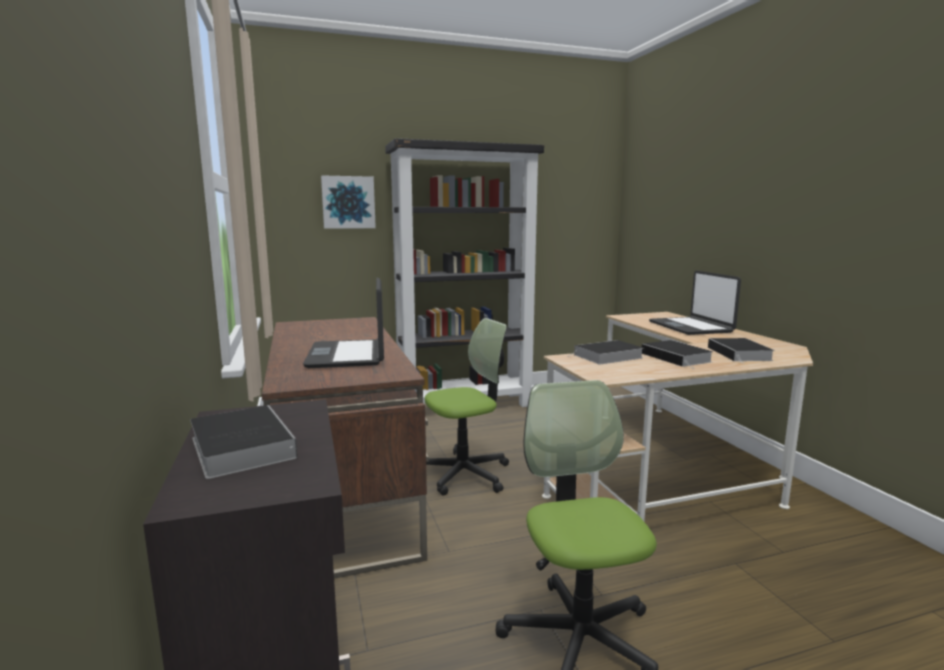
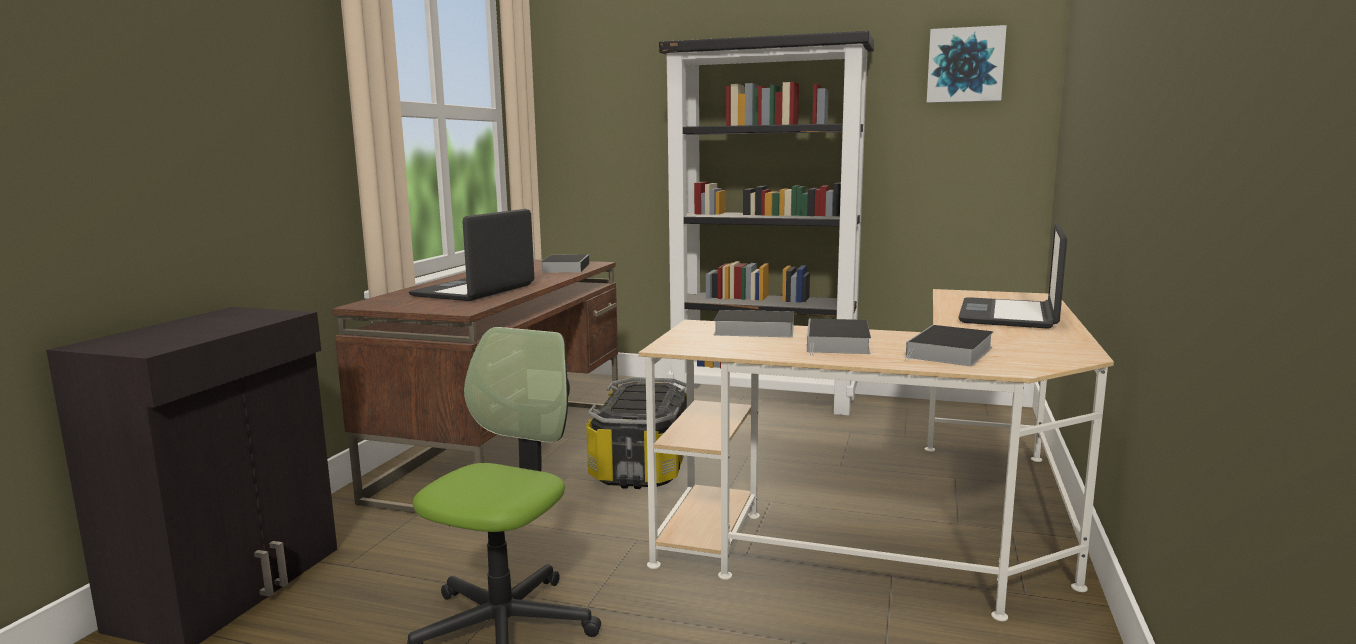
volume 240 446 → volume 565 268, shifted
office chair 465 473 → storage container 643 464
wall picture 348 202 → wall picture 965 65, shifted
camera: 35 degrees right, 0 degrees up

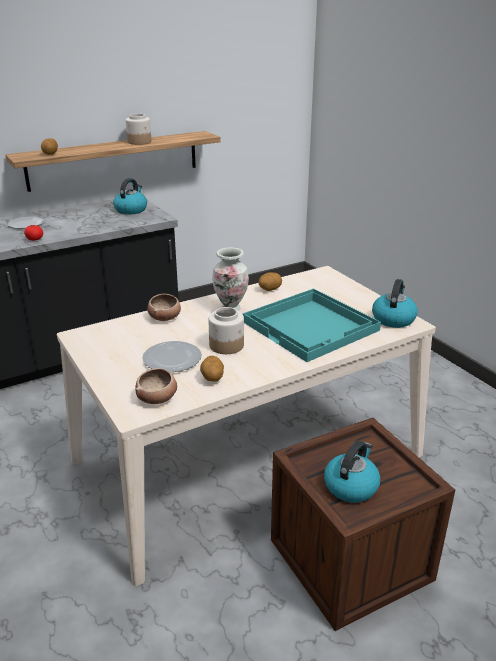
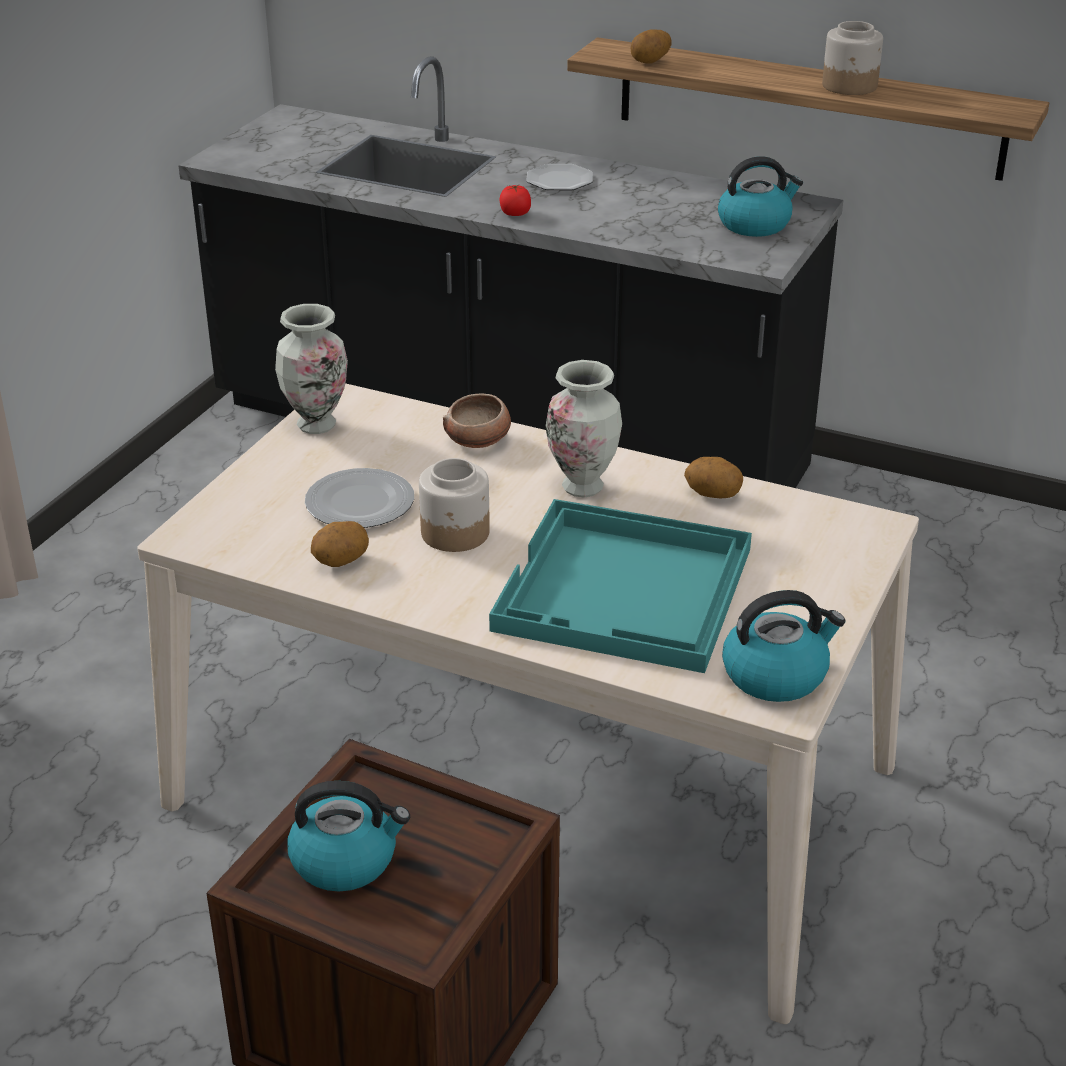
- → flower vase 316 425
deep dish 157 398 → -
camera: 55 degrees right, 5 degrees up

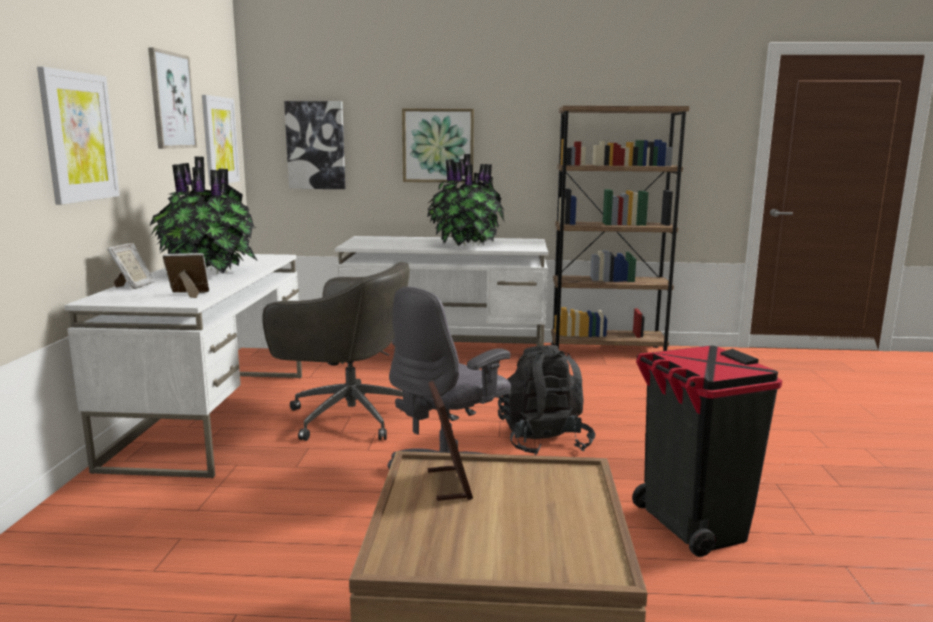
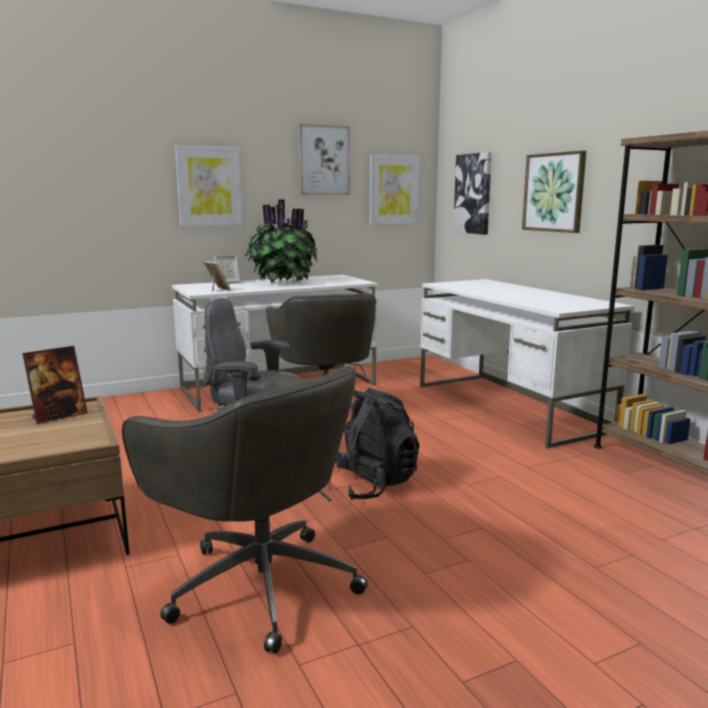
black waste bin 692 526 → gray office chair 259 583
plant in a pot 465 245 → -
camera: 60 degrees right, 0 degrees up

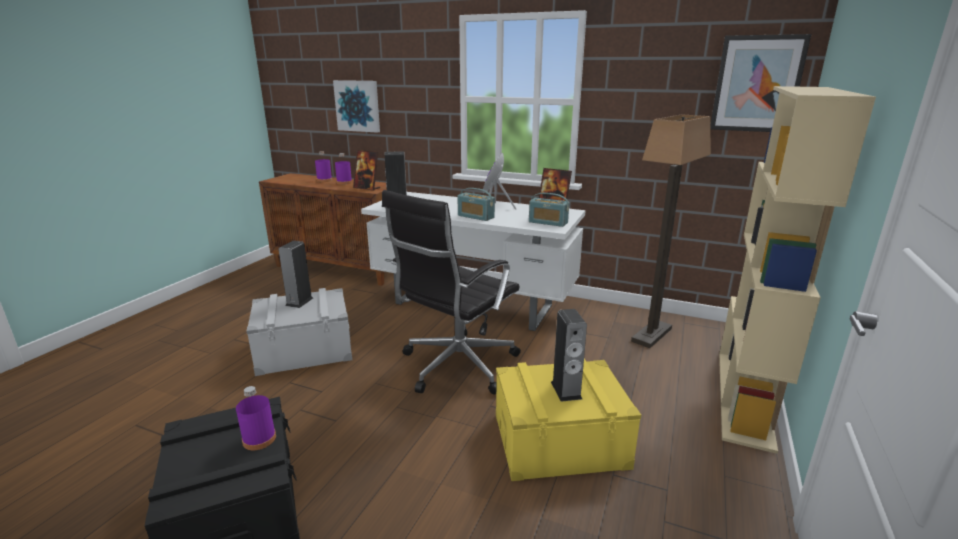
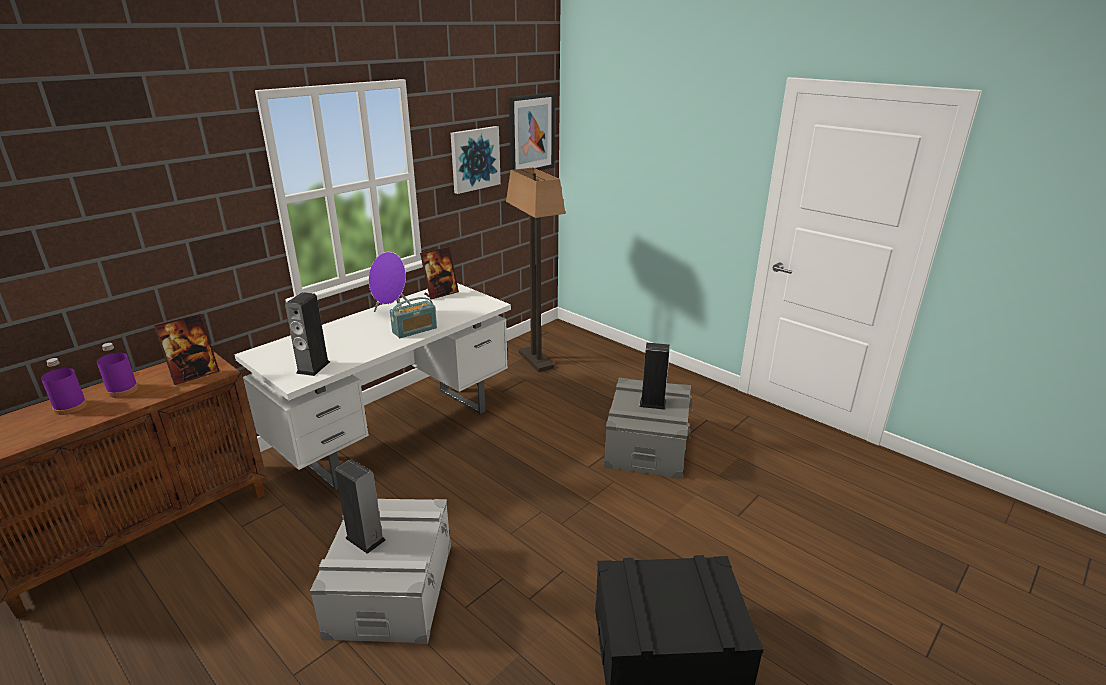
wall picture 357 106 → wall picture 474 159, shifted
yellow storage container 559 440 → gray storage container 646 445
purple-coloured beverage bottle 259 439 → -
black office chair 456 366 → -
radio 548 222 → -
beige bookcase 745 397 → -
camera: 70 degrees left, 5 degrees up

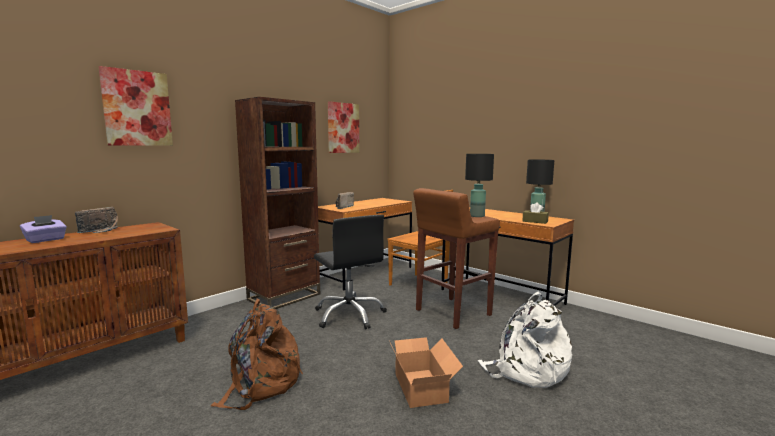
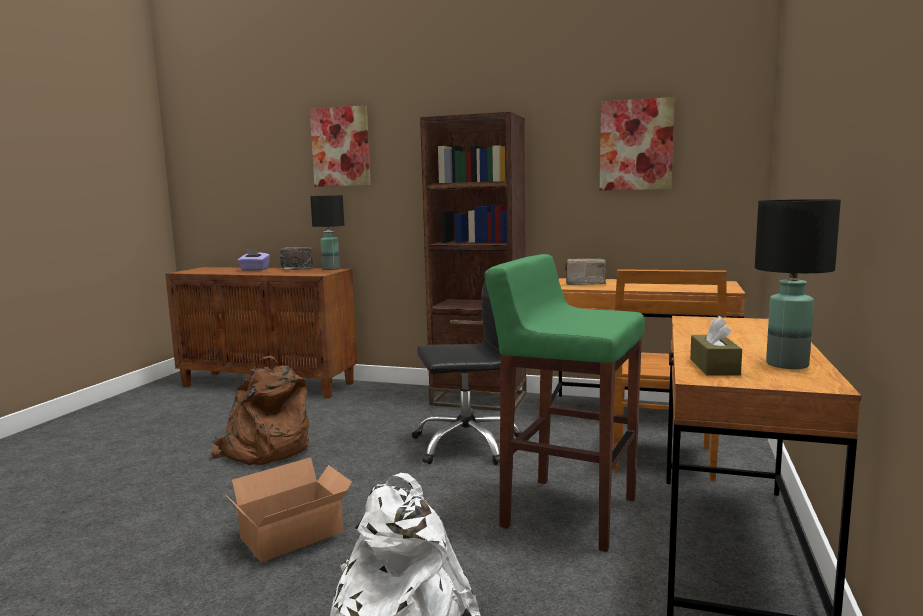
black table lamp 477 216 → black table lamp 331 269, shifted
black office chair 349 315 → black office chair 467 444, 135 degrees counterclockwise
brownish stool seat 452 313 → green-coloured stool seat 567 512
camera: 65 degrees right, 0 degrees up

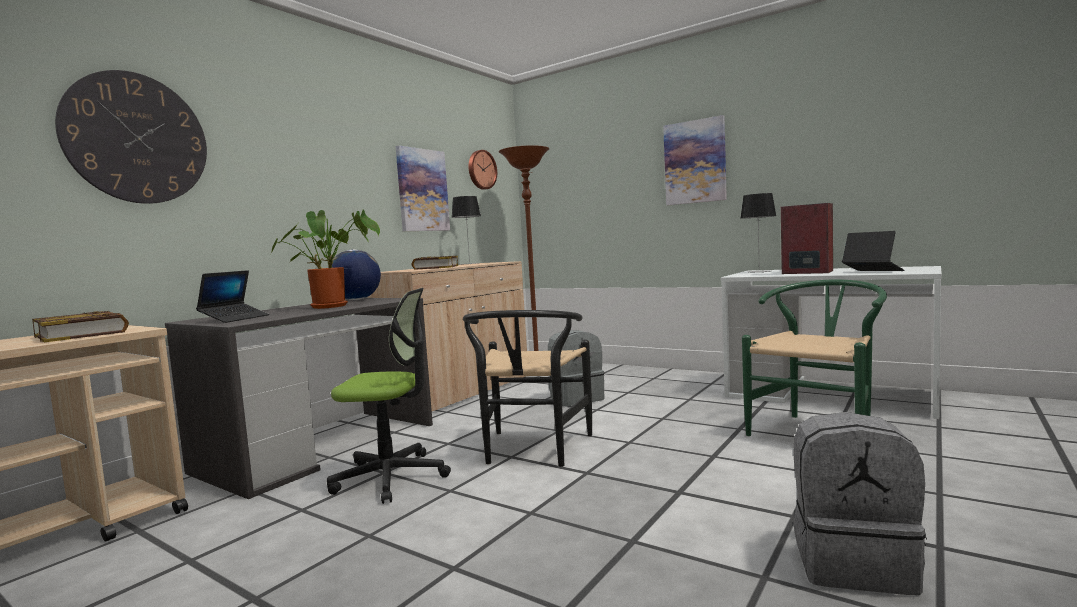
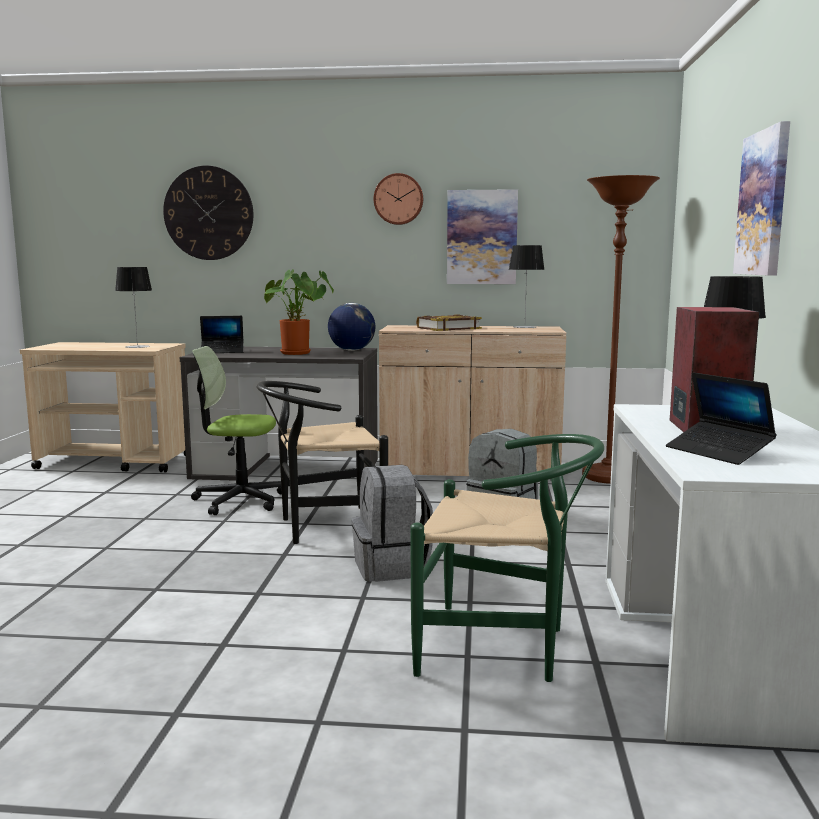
volume 82 334 → table lamp 137 347
office chair 391 477 → office chair 240 500, 120 degrees clockwise
gray knapsack 854 563 → gray knapsack 392 567, shifted
wall clock 481 170 → wall clock 398 199, shifted
notebook computer 872 271 → notebook computer 718 452, 120 degrees clockwise
camera: 60 degrees right, 5 degrees up

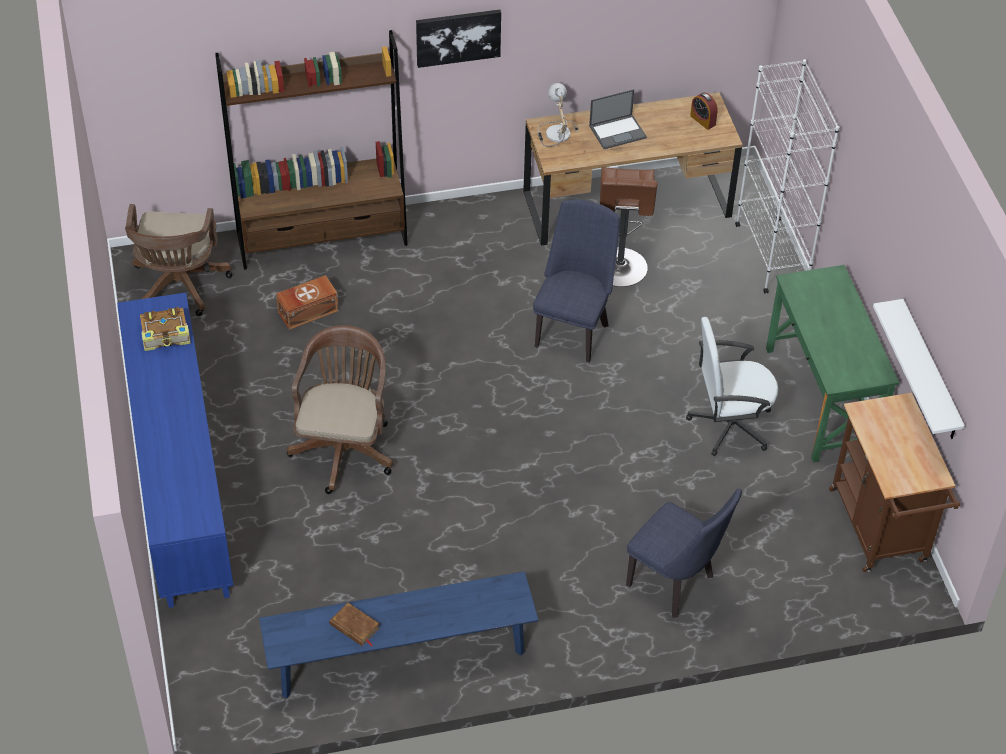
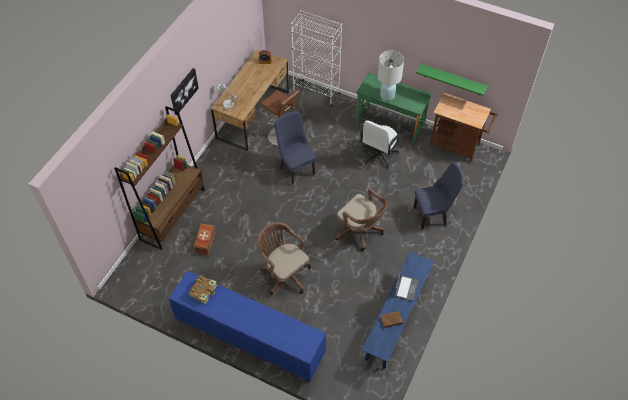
brownish office chair 179 287 → brownish office chair 360 232, shifted
- → white table lamp 387 95
notebook computer 618 131 → notebook computer 406 288, shifted
white shelf 930 372 → green-coloured shelf 452 80
camera: 50 degrees left, 5 degrees up

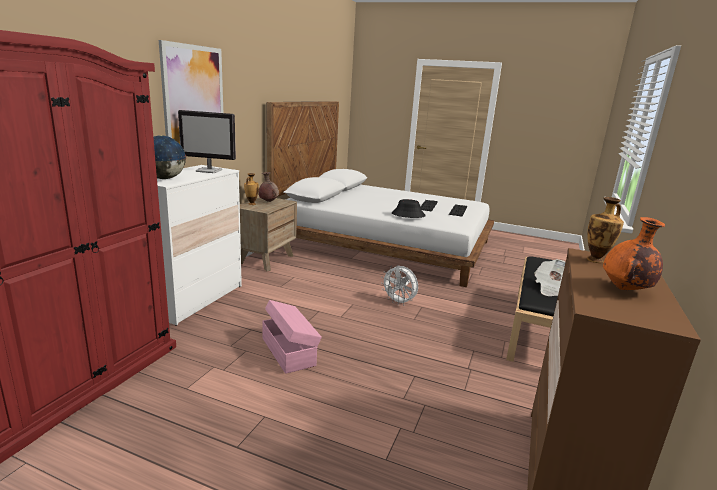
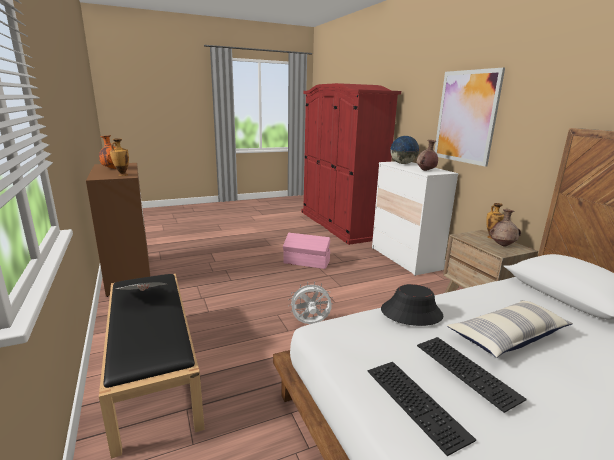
computer screen 209 171 → brownish flower vase 425 170
- → throw pillow 508 337
camera: 135 degrees right, 0 degrees up

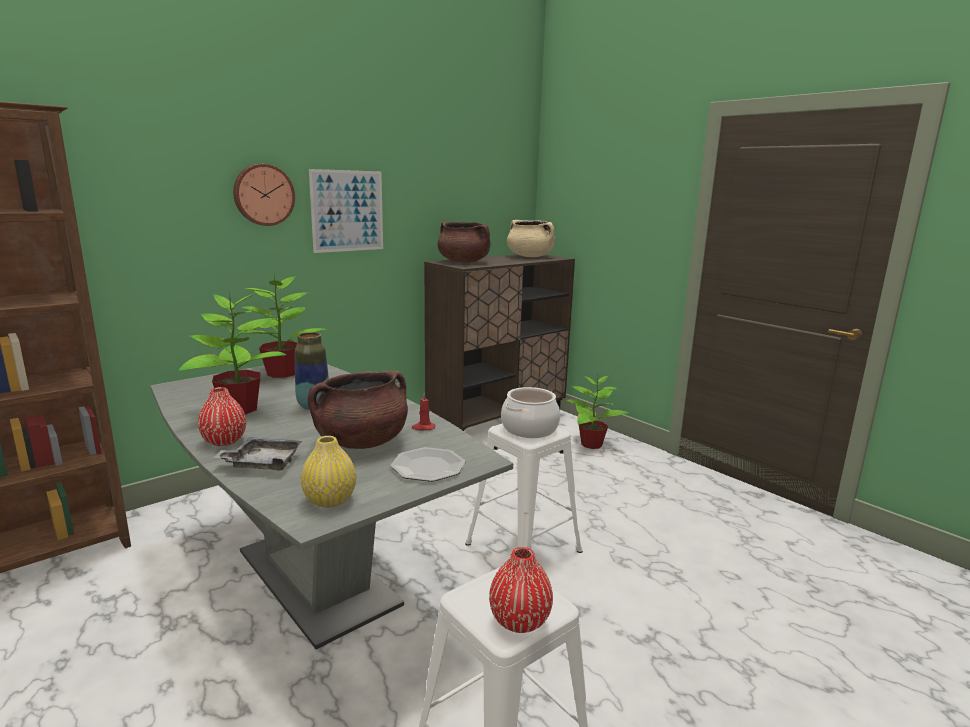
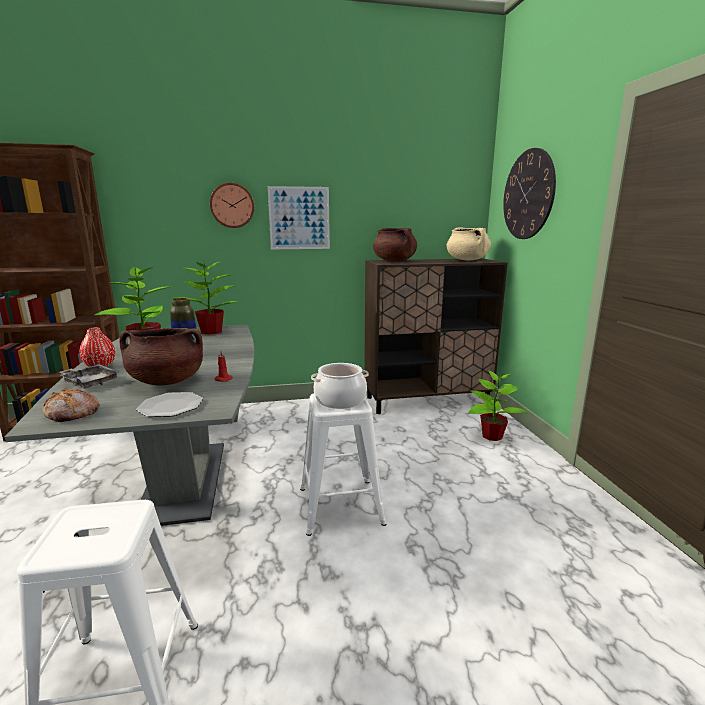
yellow flower vase 330 500 → bakery bread 72 414
- → wall clock 528 195
reddish flower vase 519 621 → -
camera: 30 degrees right, 0 degrees up

